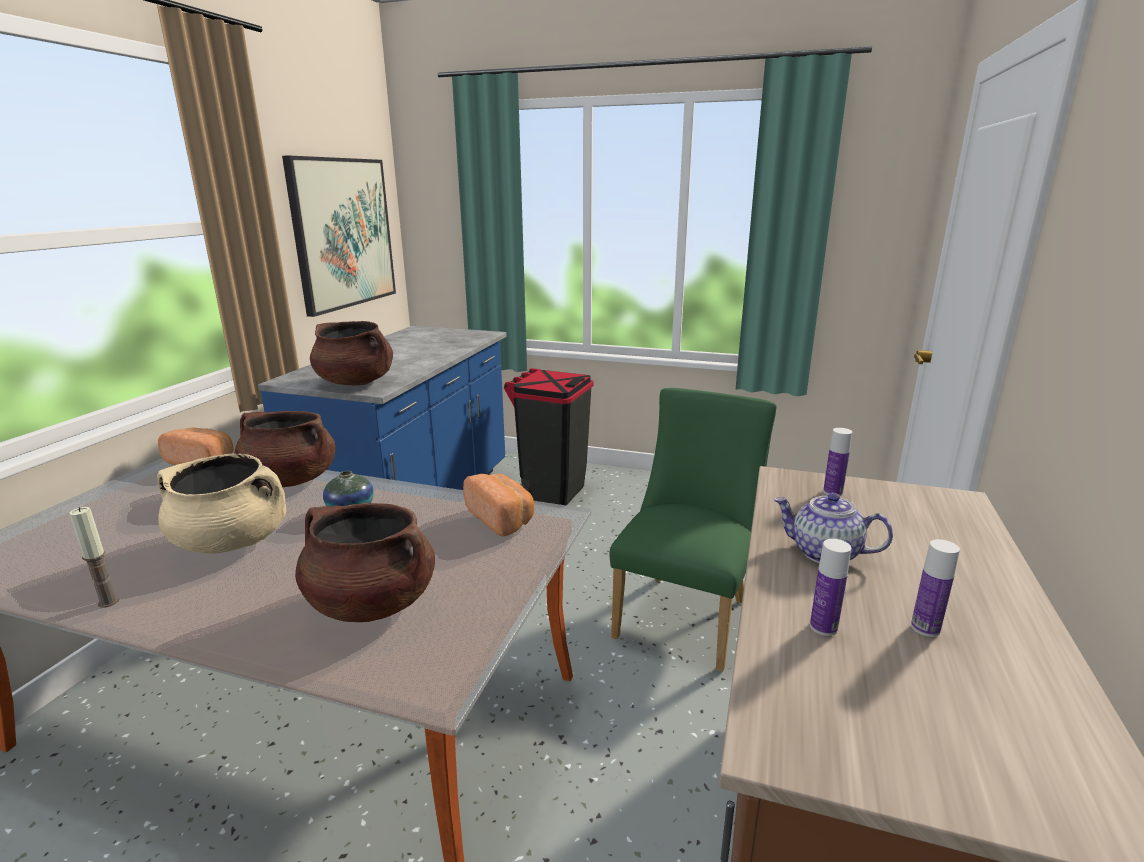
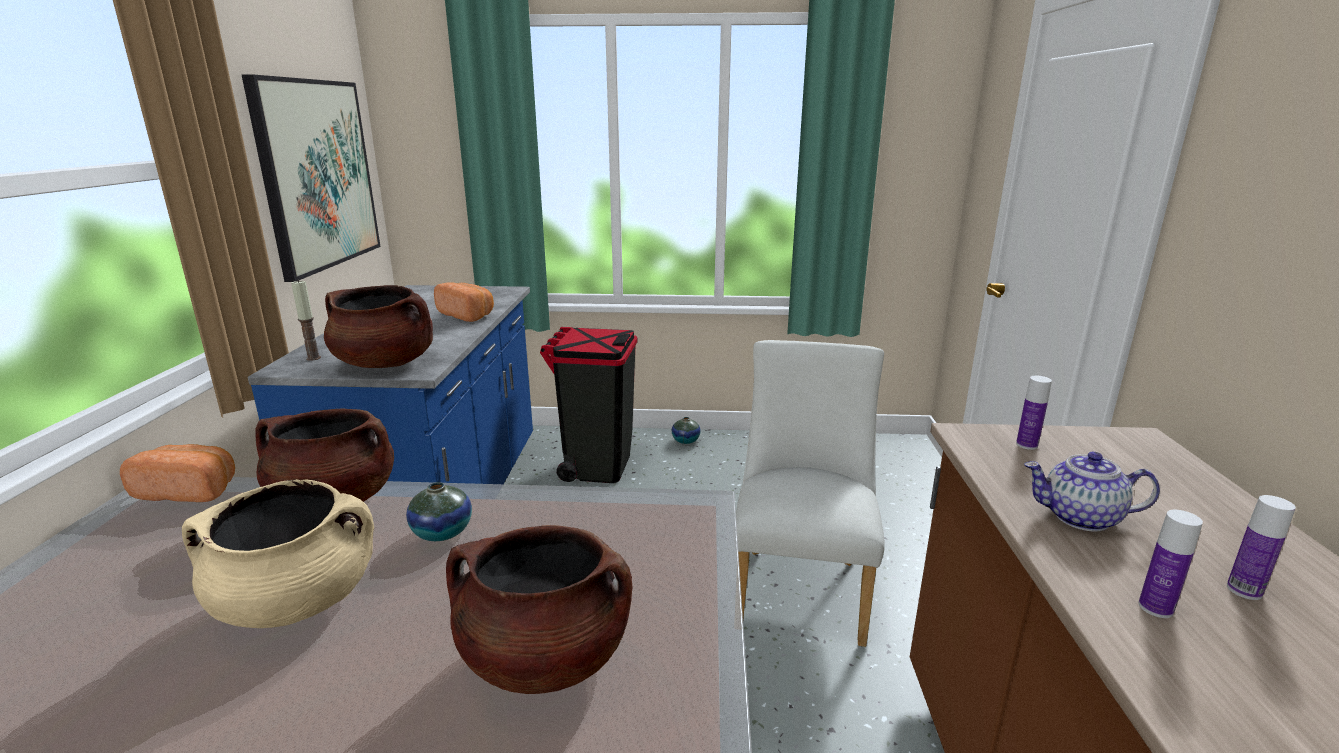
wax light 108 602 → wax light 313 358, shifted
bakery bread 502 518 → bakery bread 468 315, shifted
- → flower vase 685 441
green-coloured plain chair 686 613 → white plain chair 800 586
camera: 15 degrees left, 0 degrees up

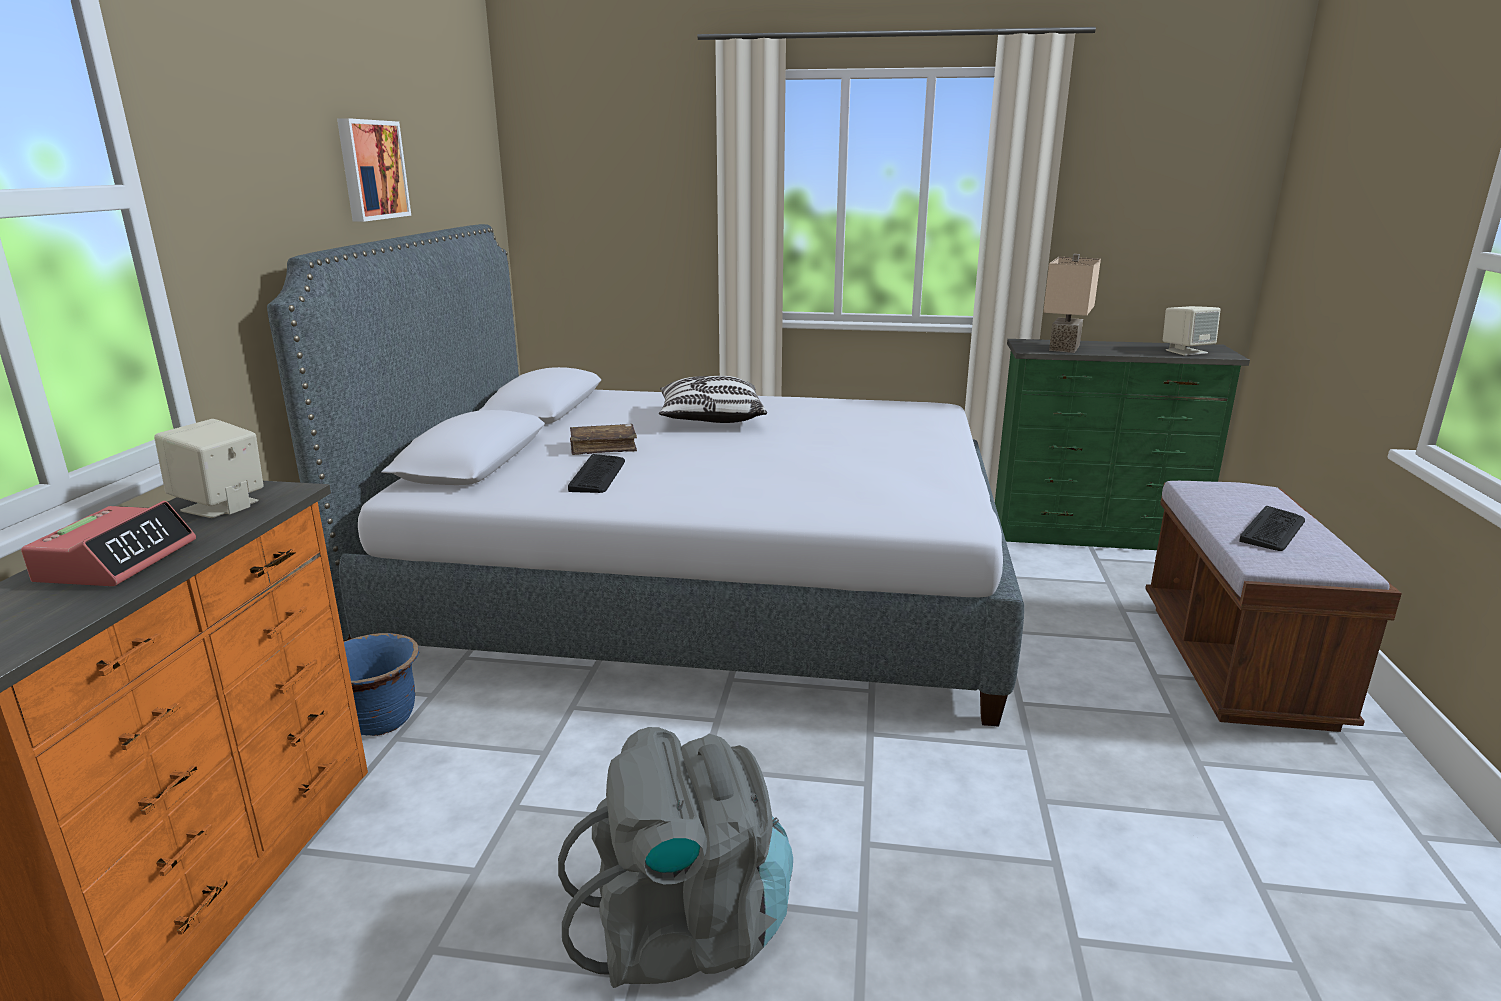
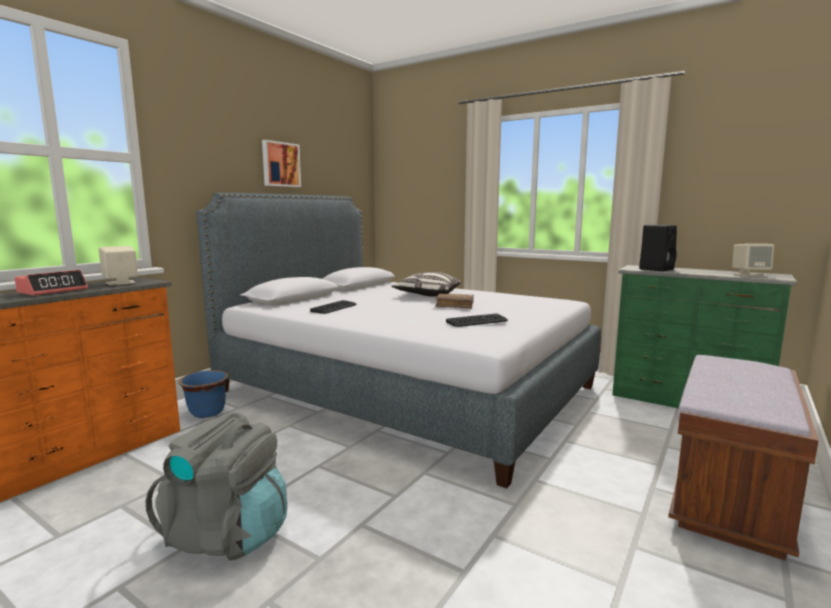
brownish volume 603 447 → brownish volume 454 305, shifted
computer keyboard 1273 530 → computer keyboard 477 321, shifted
beige table lamp 1062 347 → black speaker 656 269
camera: 25 degrees right, 10 degrees down

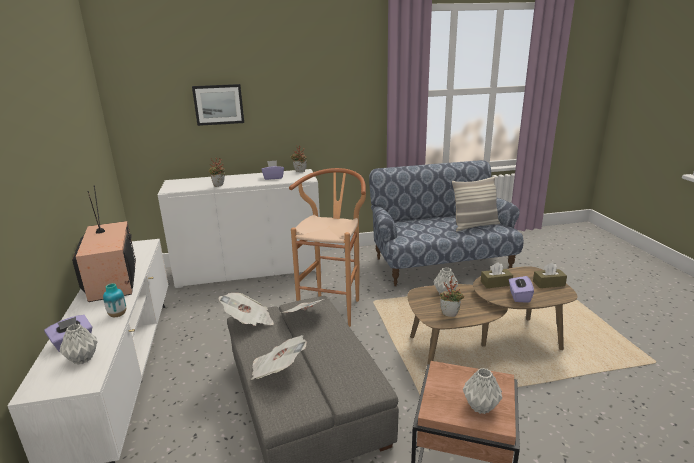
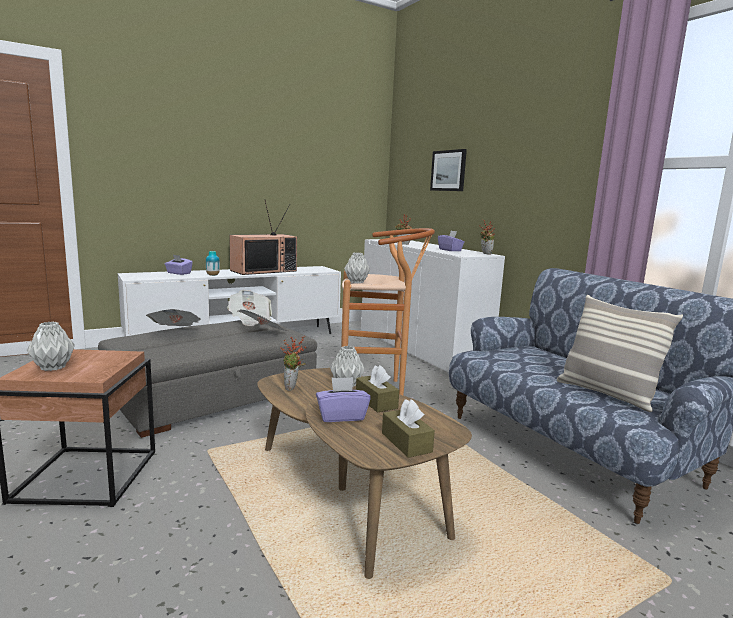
gray flower vase 82 359 → gray flower vase 356 282, shifted
camera: 70 degrees right, 10 degrees down

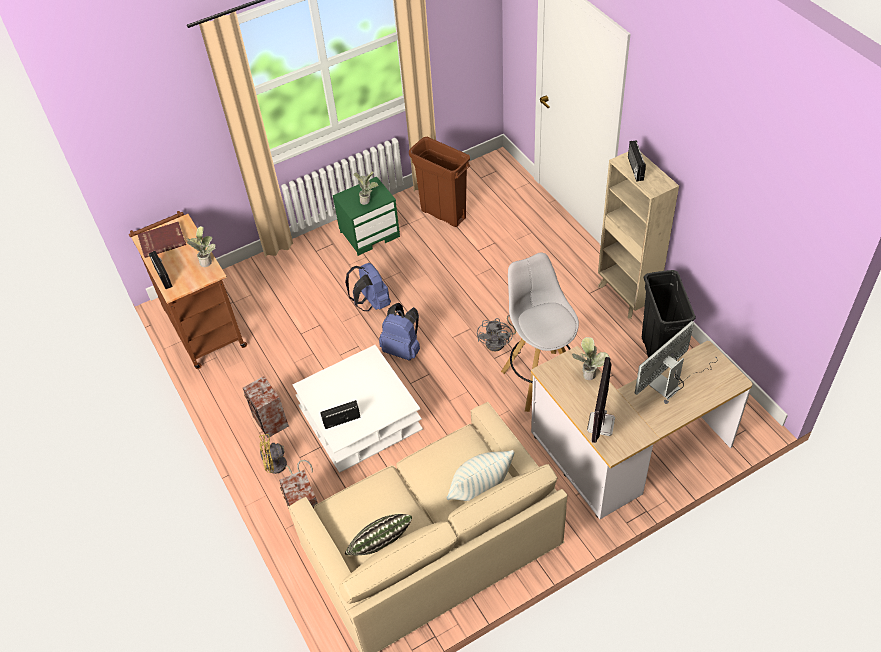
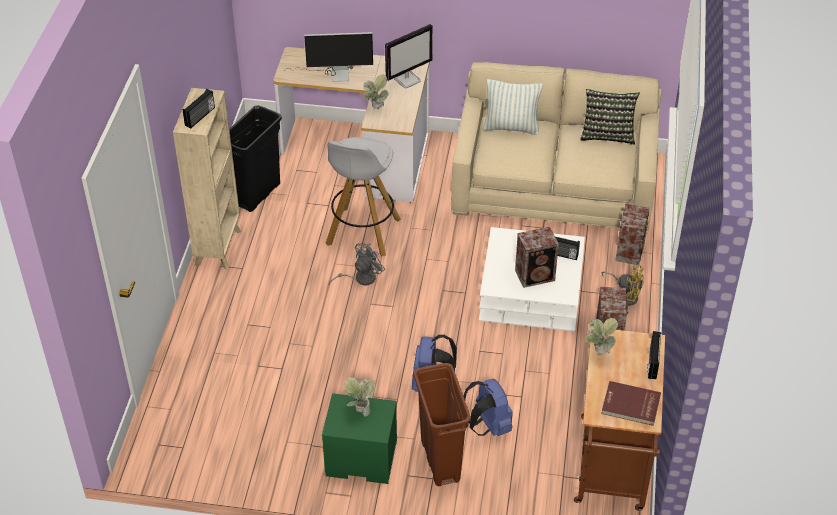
brownish waste bin 443 214 → brownish waste bin 440 461, shifted
blue knapsack 403 349 → blue knapsack 487 426, shifted
- → speaker 536 275
camera: 145 degrees left, 5 degrees down

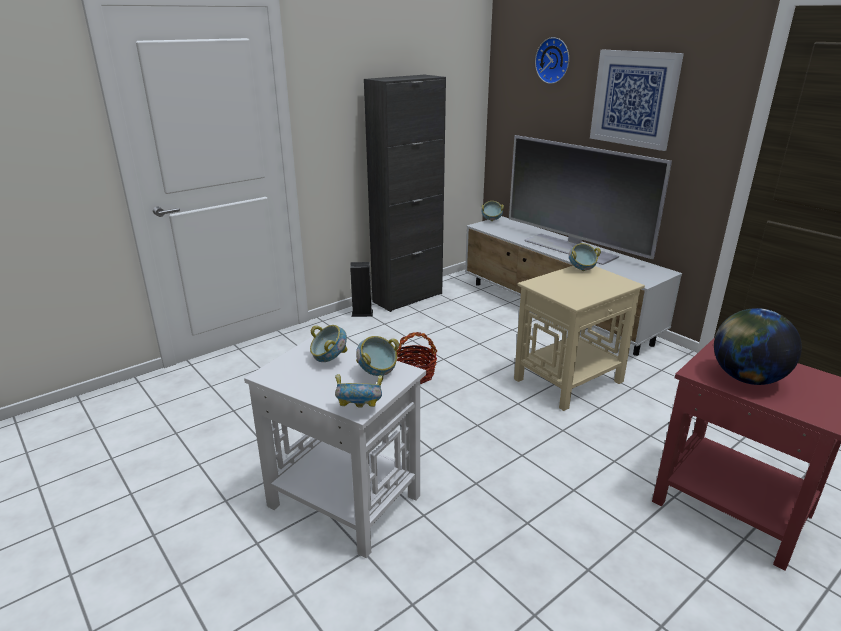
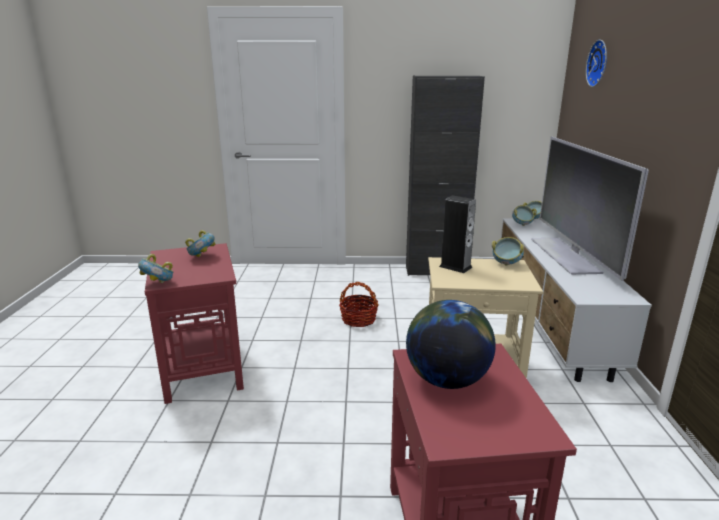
white accent table 345 500 → reddish accent table 204 369
speaker 362 313 → speaker 455 267, shifted
deep dish 377 373 → deep dish 522 225, shifted
wall picture 634 99 → -
camera: 40 degrees right, 5 degrees down

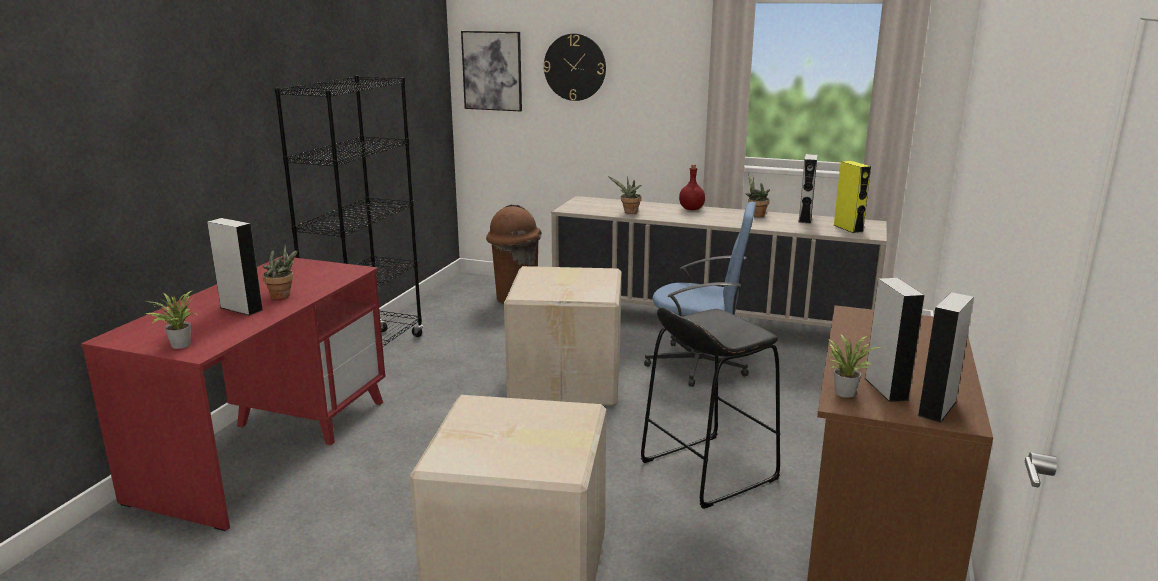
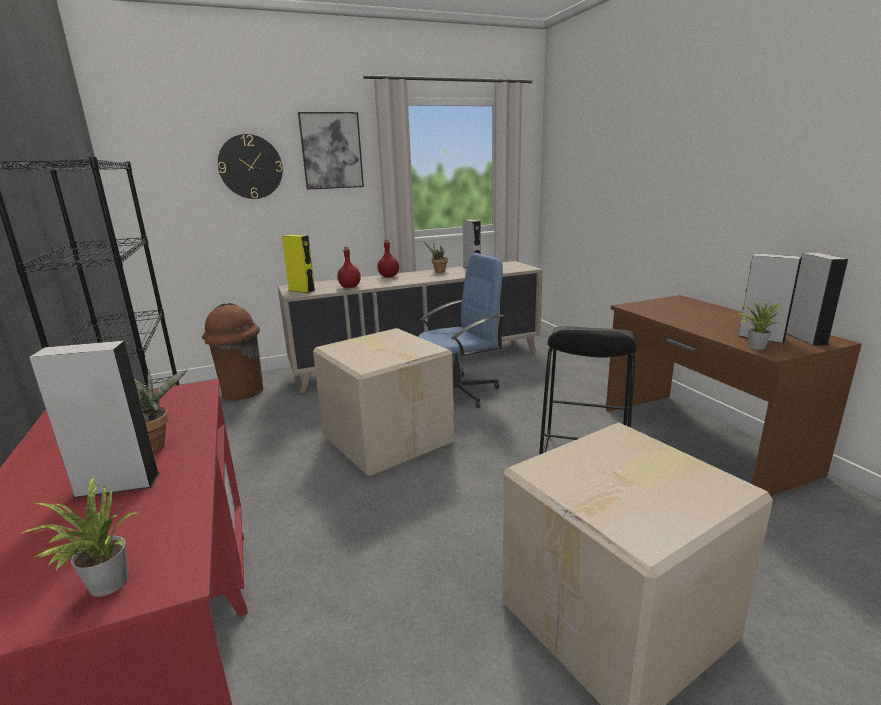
yellow speaker 848 228 → yellow speaker 301 290, shifted
wall picture 492 71 → wall picture 331 151, shifted
plant in a pot 629 212 → reddish beverage bottle 350 287
camera: 40 degrees left, 0 degrees up

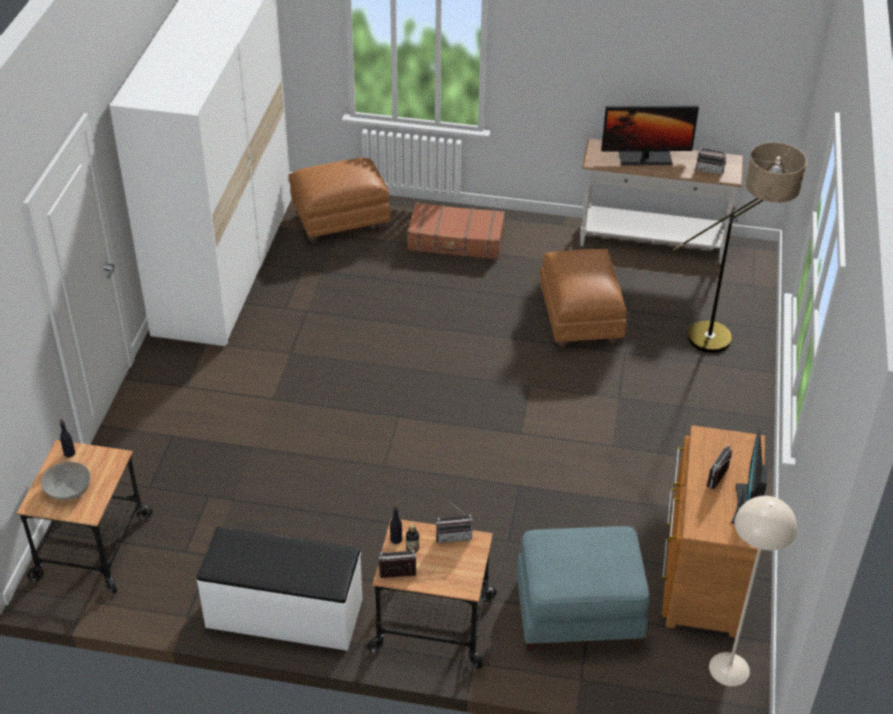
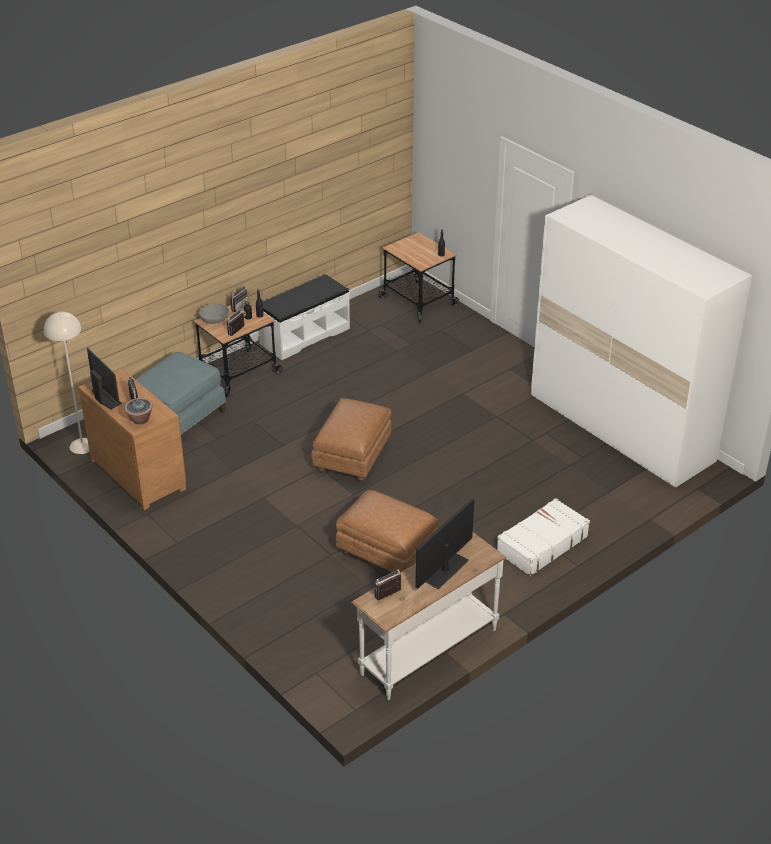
- → plant in a pot 140 420
gray deep dish 68 489 → gray deep dish 214 319, shifted
brownish footrest 340 222 → brownish footrest 352 457, shifted
brownish travel case 456 241 → white travel case 541 544
standing lamp 727 338 → -
camera: 130 degrees right, 5 degrees down

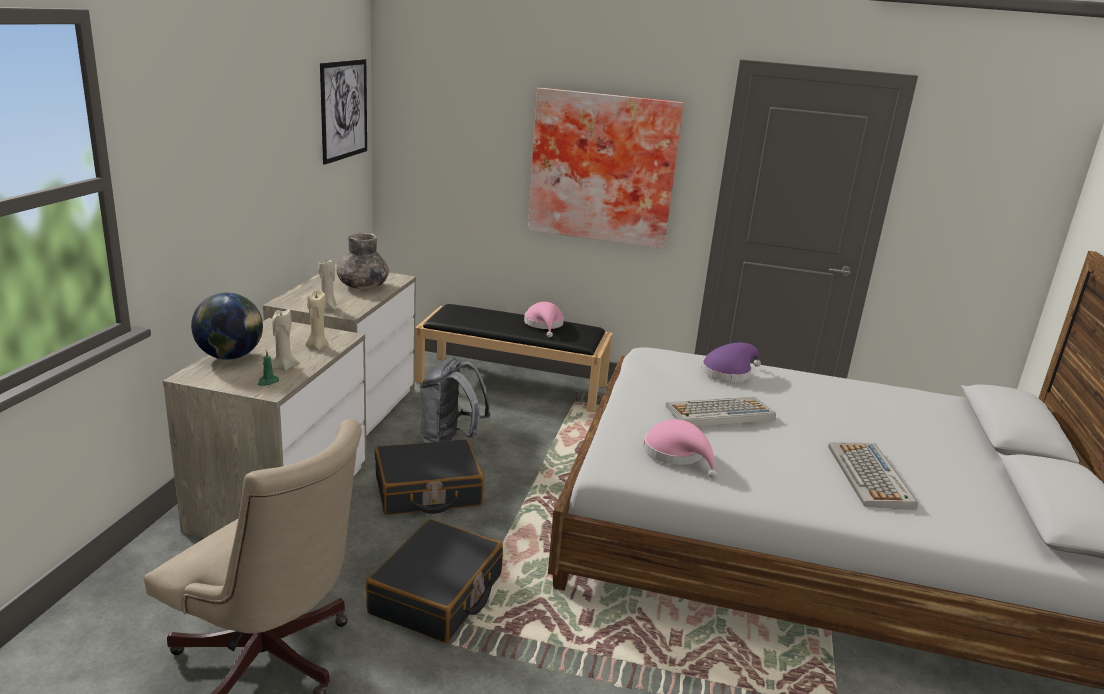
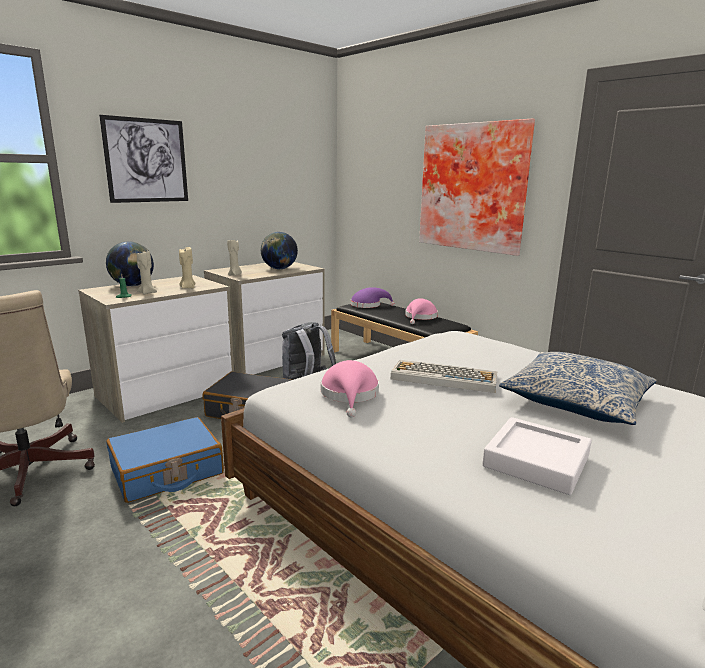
wall picture 344 110 → wall picture 146 160, shifted
black travel case 437 594 → blue travel case 167 472
gray flower vase 362 286 → world globe 279 269
purple-coloured hat 728 372 → purple-coloured hat 368 305, shifted
computer keyboard 870 477 → white tray 536 461
- → throw pillow 577 400
camera: 35 degrees right, 5 degrees down

